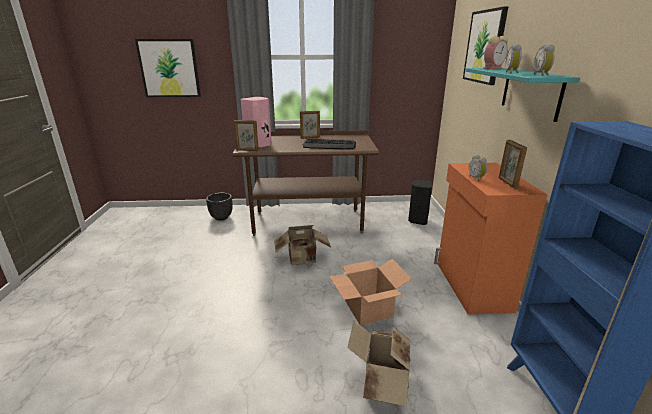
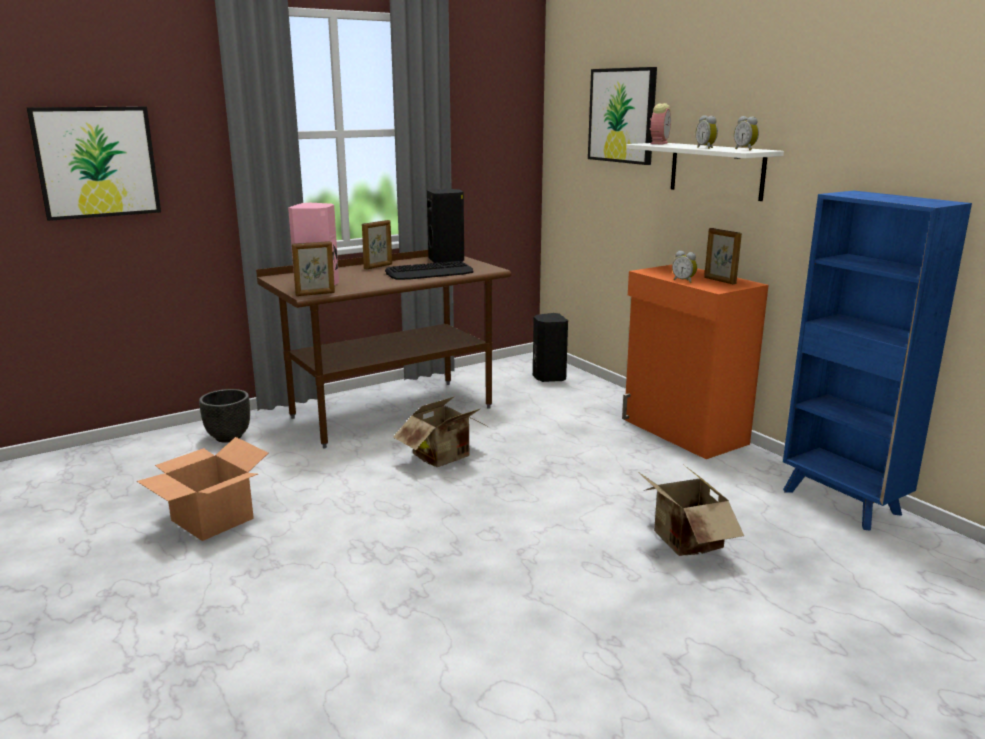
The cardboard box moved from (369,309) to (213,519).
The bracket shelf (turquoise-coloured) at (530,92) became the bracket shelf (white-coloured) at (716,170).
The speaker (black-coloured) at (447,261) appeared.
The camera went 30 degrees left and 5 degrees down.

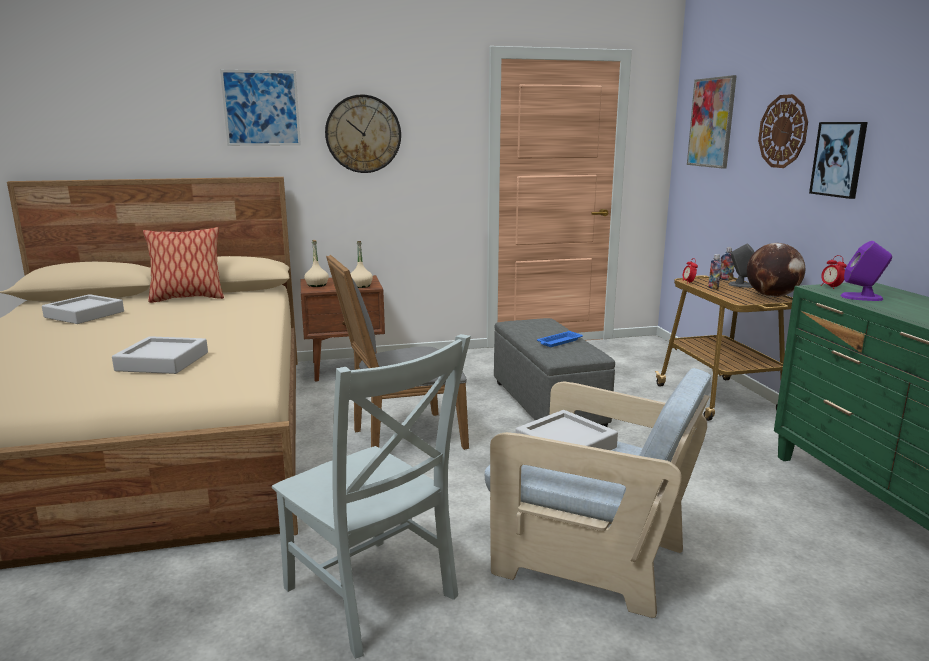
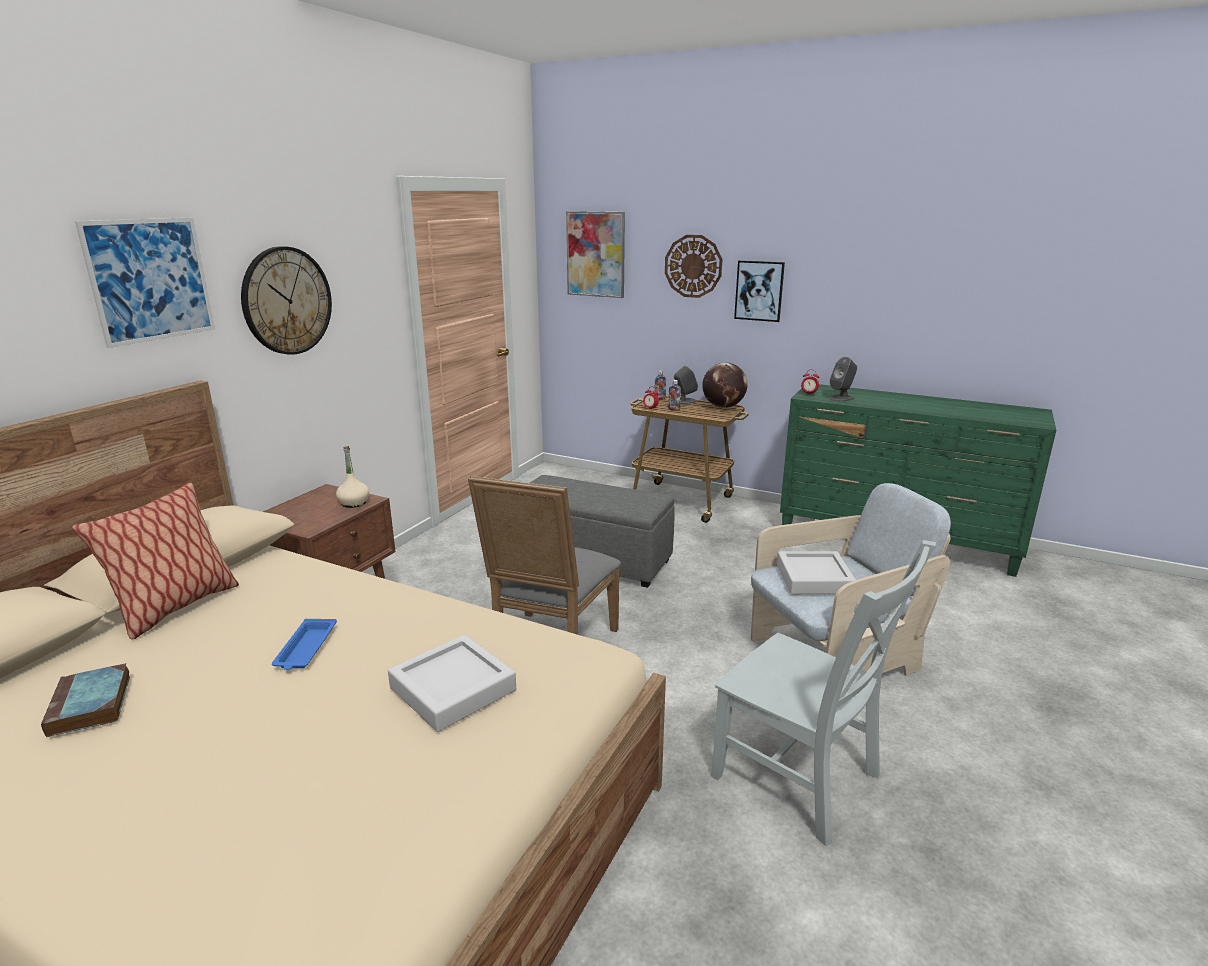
The tray (grey) at (84,314) was replaced by the bound book at (91,706).
The plain chair (grey) at (373,596) turned 45 degrees clockwise.
The bottle (beige) at (317,285) disappeared.
The tray (blue) moved from (558,342) to (306,649).
The speaker (purple-coloured) at (862,297) became the speaker (grey) at (841,398).
The camera went 50 degrees left and 5 degrees up.

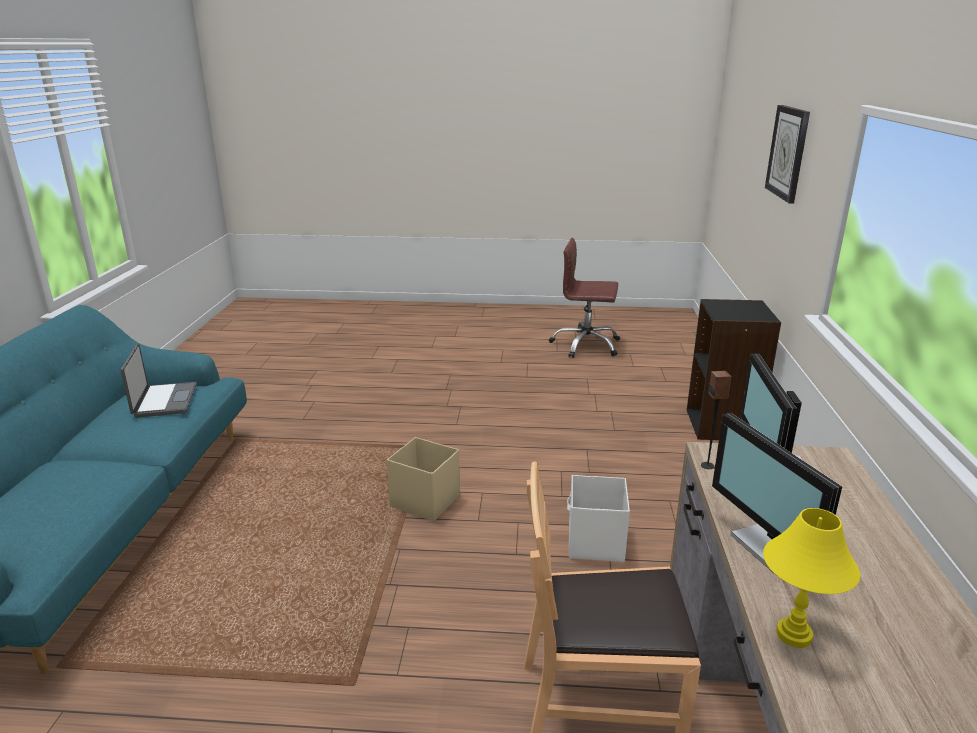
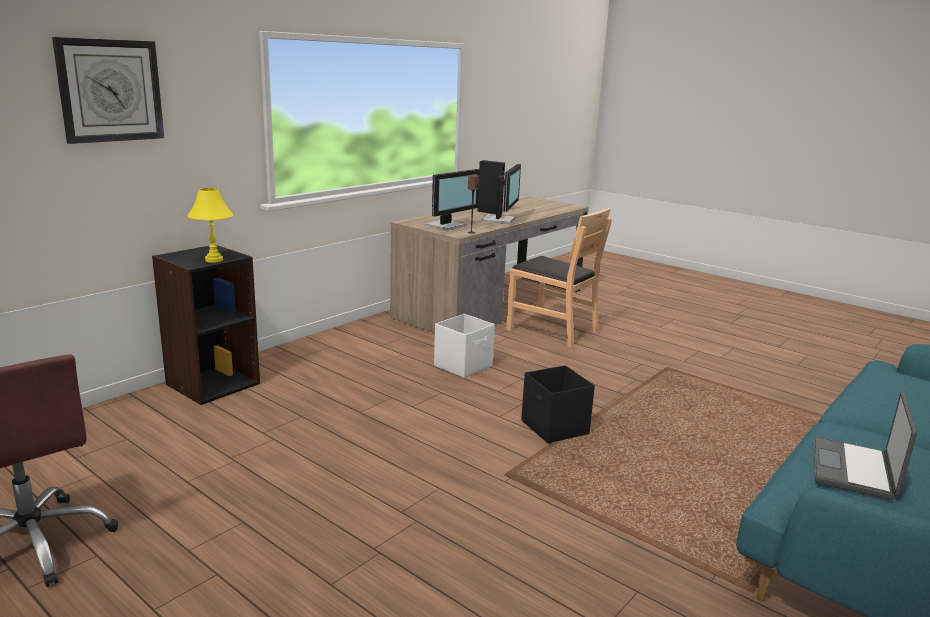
The storage container (beige) at (424,501) became the storage container (black-coloured) at (554,428).
The lamp for a table (yellow) moved from (793,635) to (214,260).
The speaker (black-coloured) at (489,212) appeared.
The camera went 145 degrees left and 5 degrees down.

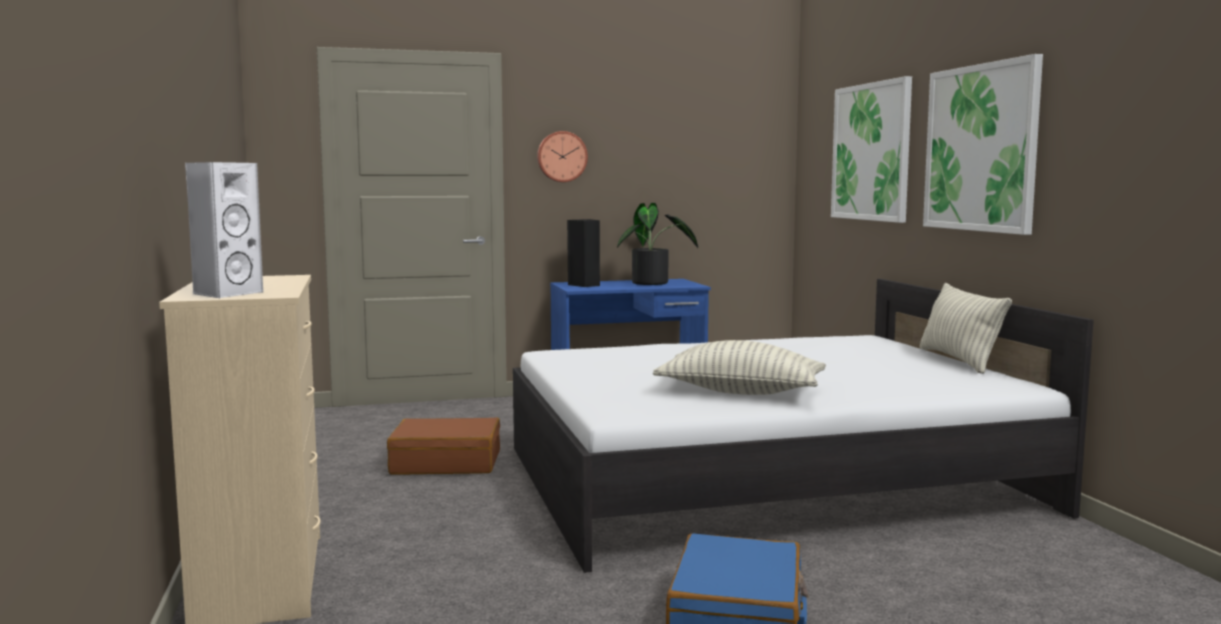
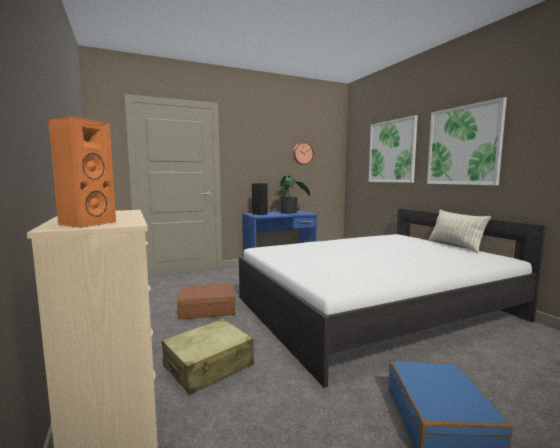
The speaker (white-coloured) at (226,293) became the speaker (orange-coloured) at (85,224).
The clock on the wall moved from (562,156) to (302,153).
The pillow at (740,392) disappeared.
The piece of luggage (beige) at (209,366) appeared.
The camera went 10 degrees left and 0 degrees up.

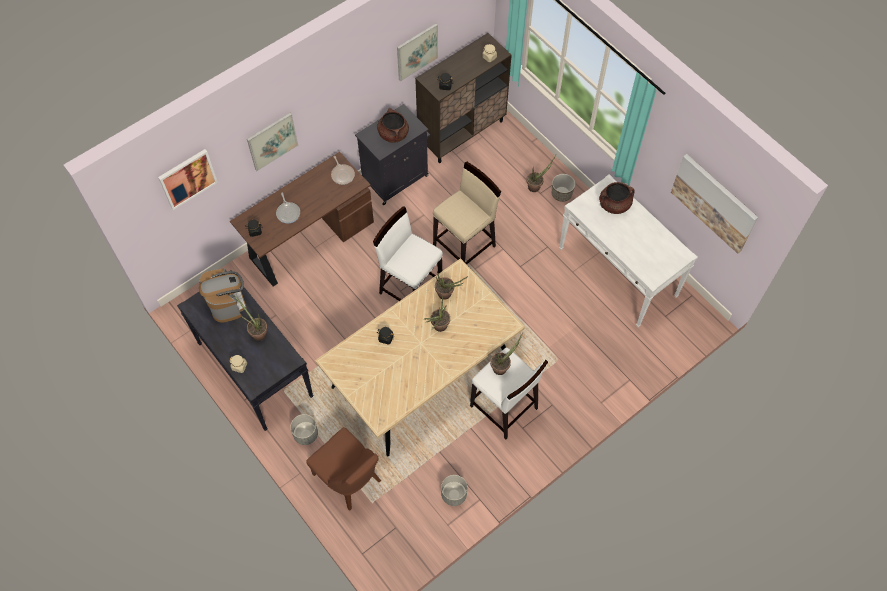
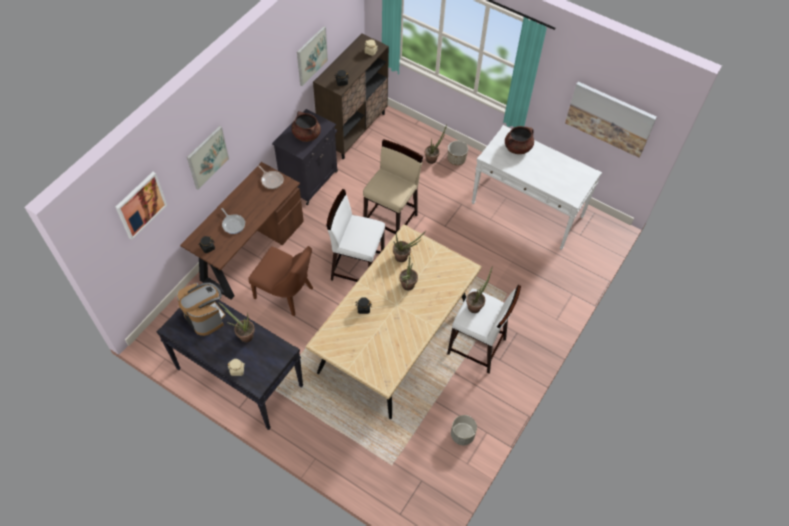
The flower pot (grey) at (306,434) disappeared.
The plain chair (brown) moved from (349,479) to (286,294).
The camera went 20 degrees left and 5 degrees down.

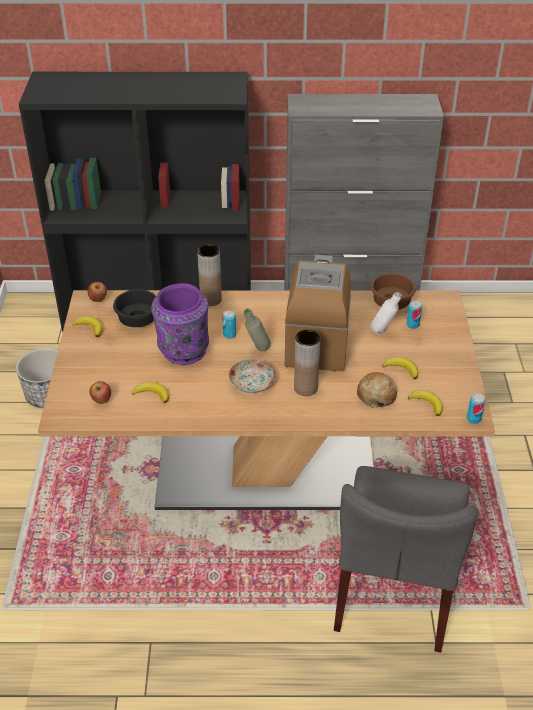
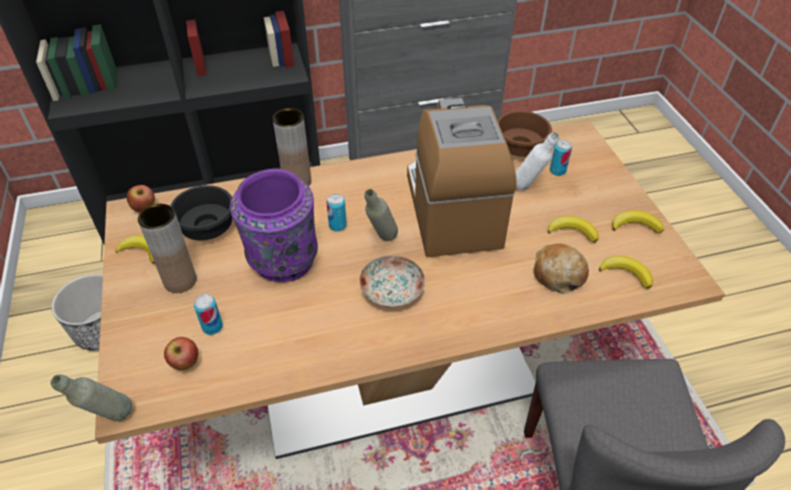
The whole banana moved from (152,394) to (635,225).
The decorative vase (brown) moved from (305,388) to (180,281).
The metal can moved from (473,419) to (212,327).
The bottle (grey) at (110,420) appeared.
The camera went 15 degrees left and 5 degrees up.

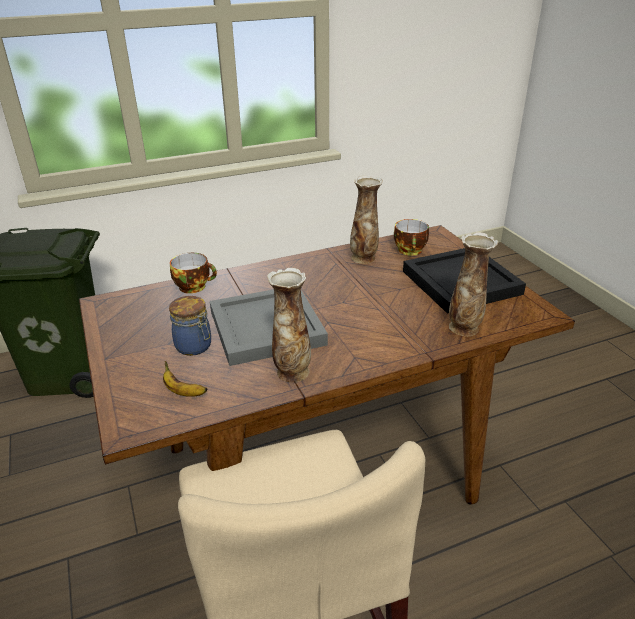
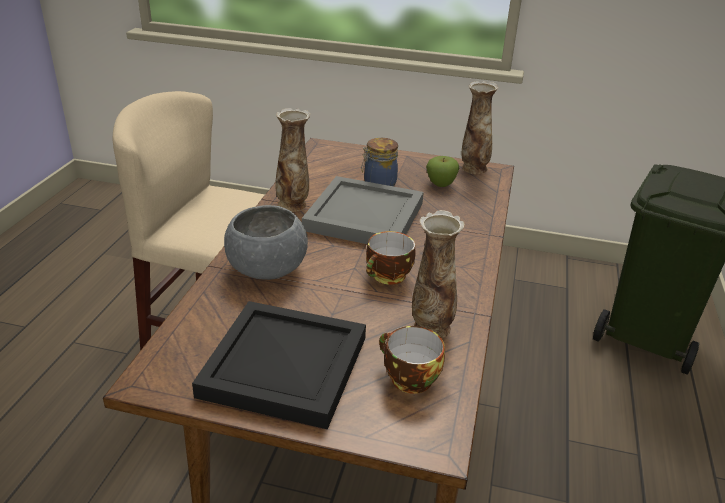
The whole banana at (183,392) disappeared.
The drinking cup moved from (194,286) to (388,277).
The decorative vase moved from (464,328) to (473,168).
The deep dish (grey) at (267,268) appeared.
The whole apple at (441,184) appeared.
The camera went 125 degrees right and 0 degrees up.

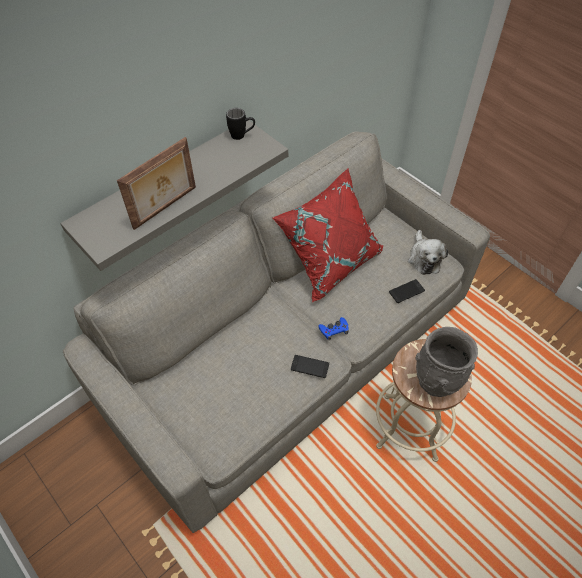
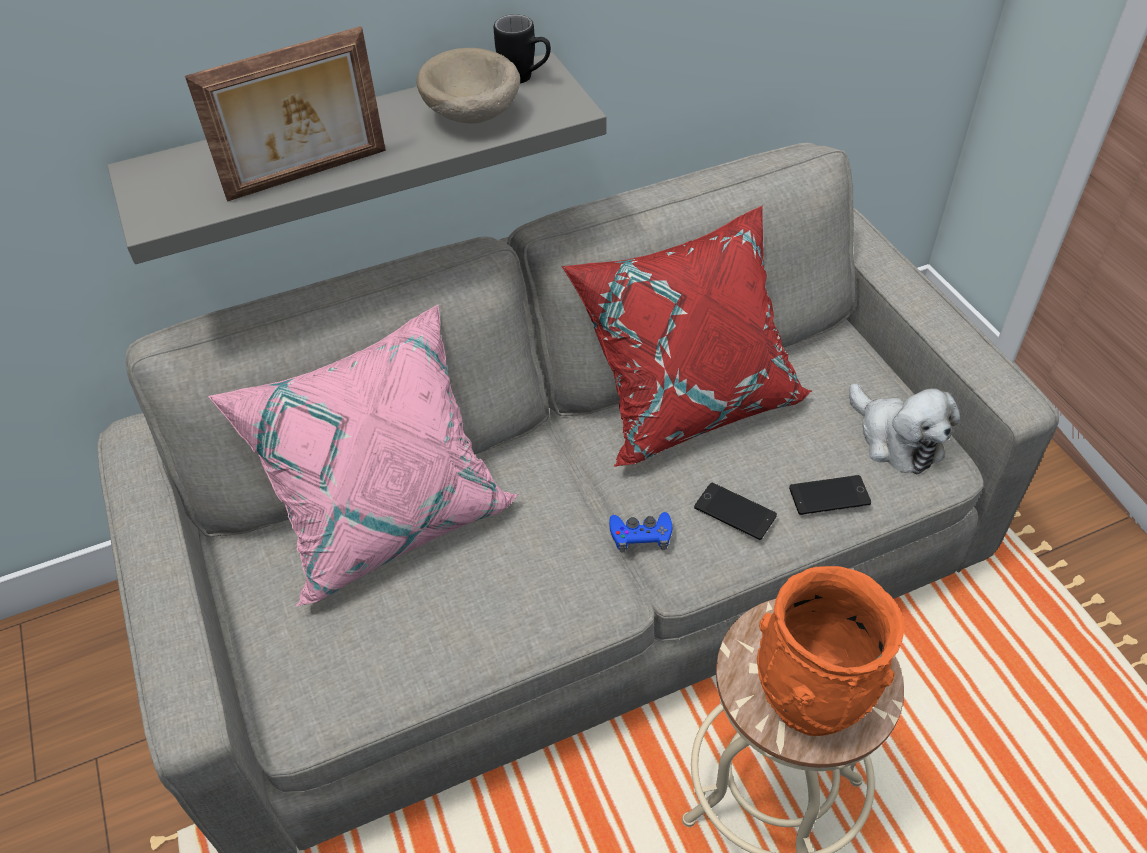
The telephone moved from (310,366) to (735,511).
The plush toy at (424,258) turned 45 degrees counterclockwise.
The decorative vase (grey) at (436,382) became the decorative vase (orange-coloured) at (810,699).
The pillow (pink) at (389,514) appeared.
The deep dish (beige) at (471,116) appeared.
The camera went 20 degrees right and 5 degrees down.

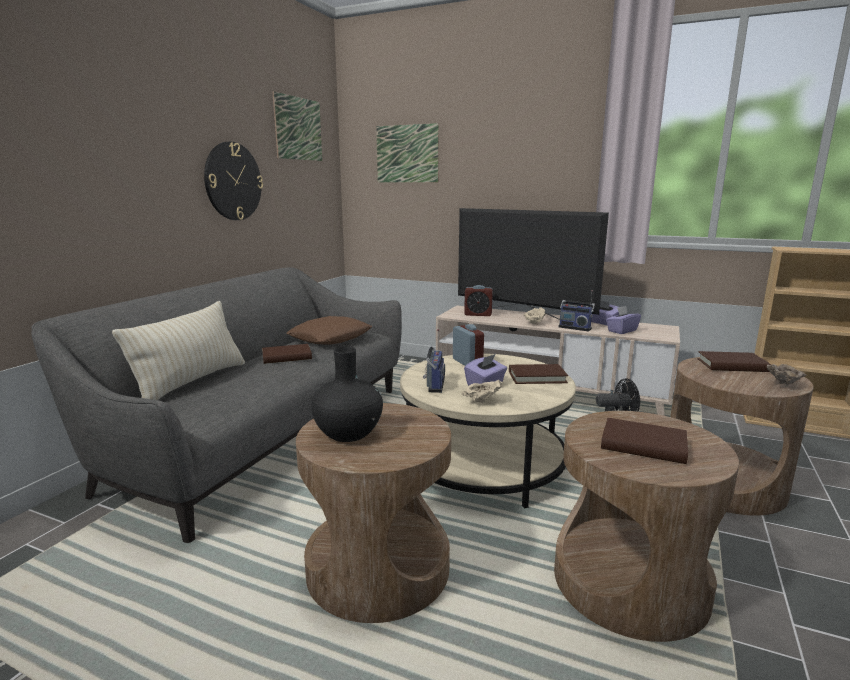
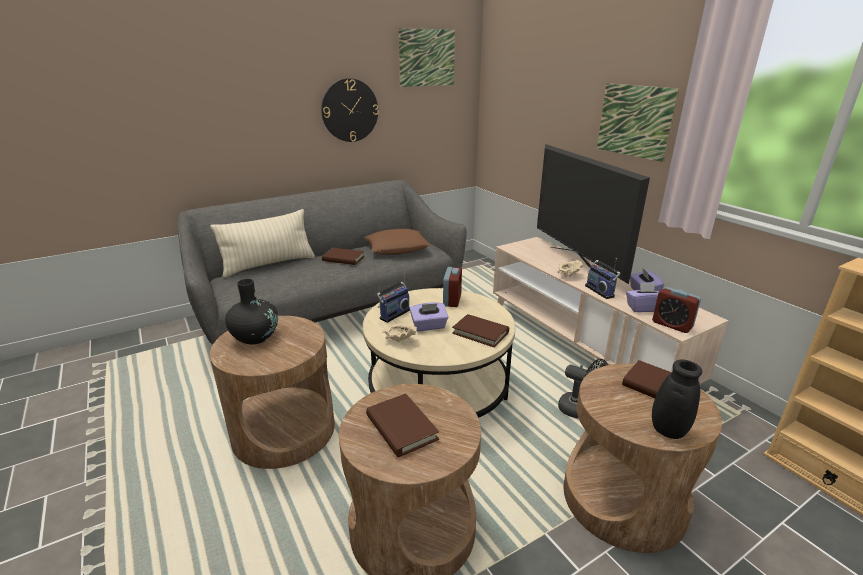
The picture moved from (407,154) to (634,121).
The alarm clock moved from (478,314) to (672,325).
The deep dish (beige) at (783,385) was replaced by the decorative vase (black-coloured) at (665,431).
The camera went 35 degrees right and 10 degrees up.

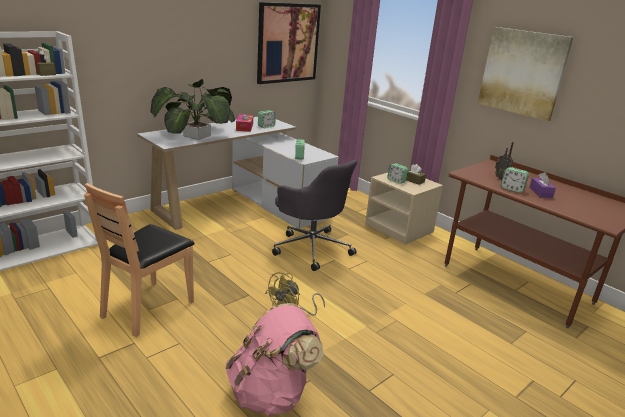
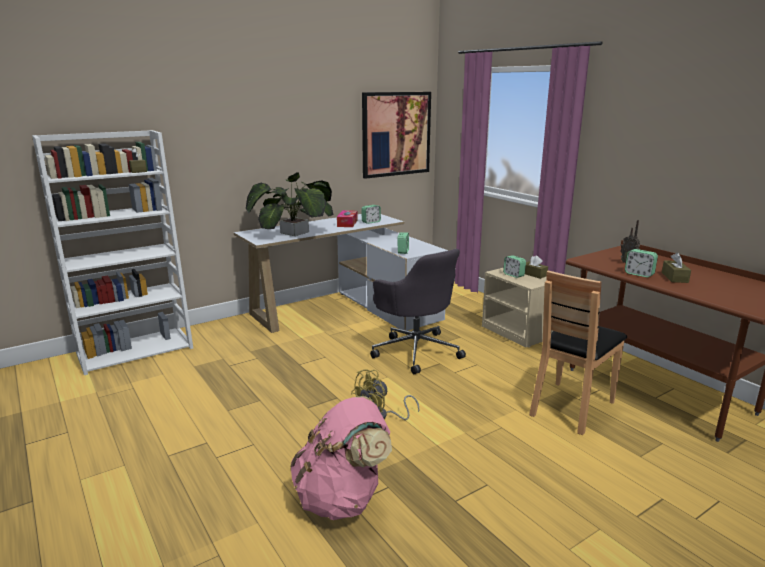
The plain chair (brown) moved from (148,308) to (571,407).
The picture at (522,72) disappeared.
The box of tissues (purple-coloured) at (540,192) became the box of tissues (brown) at (674,277).
The camera went 10 degrees right and 5 degrees down.

